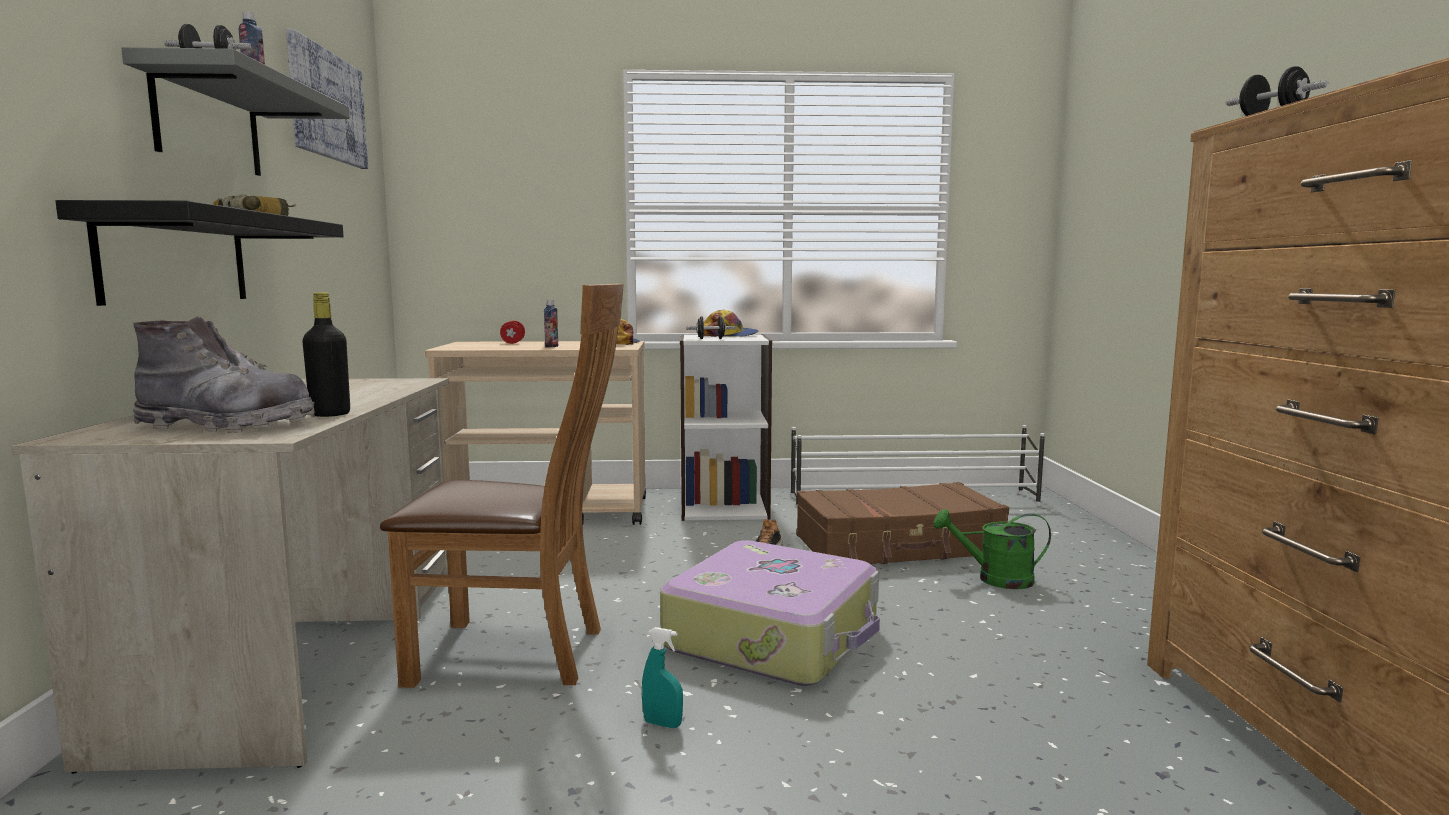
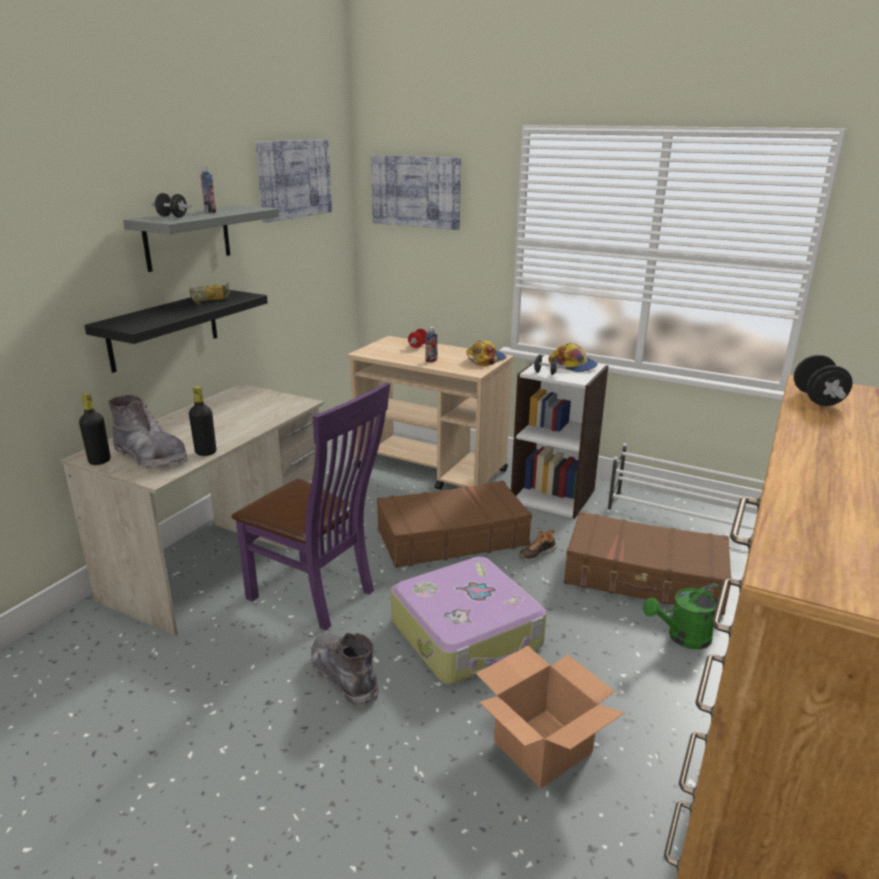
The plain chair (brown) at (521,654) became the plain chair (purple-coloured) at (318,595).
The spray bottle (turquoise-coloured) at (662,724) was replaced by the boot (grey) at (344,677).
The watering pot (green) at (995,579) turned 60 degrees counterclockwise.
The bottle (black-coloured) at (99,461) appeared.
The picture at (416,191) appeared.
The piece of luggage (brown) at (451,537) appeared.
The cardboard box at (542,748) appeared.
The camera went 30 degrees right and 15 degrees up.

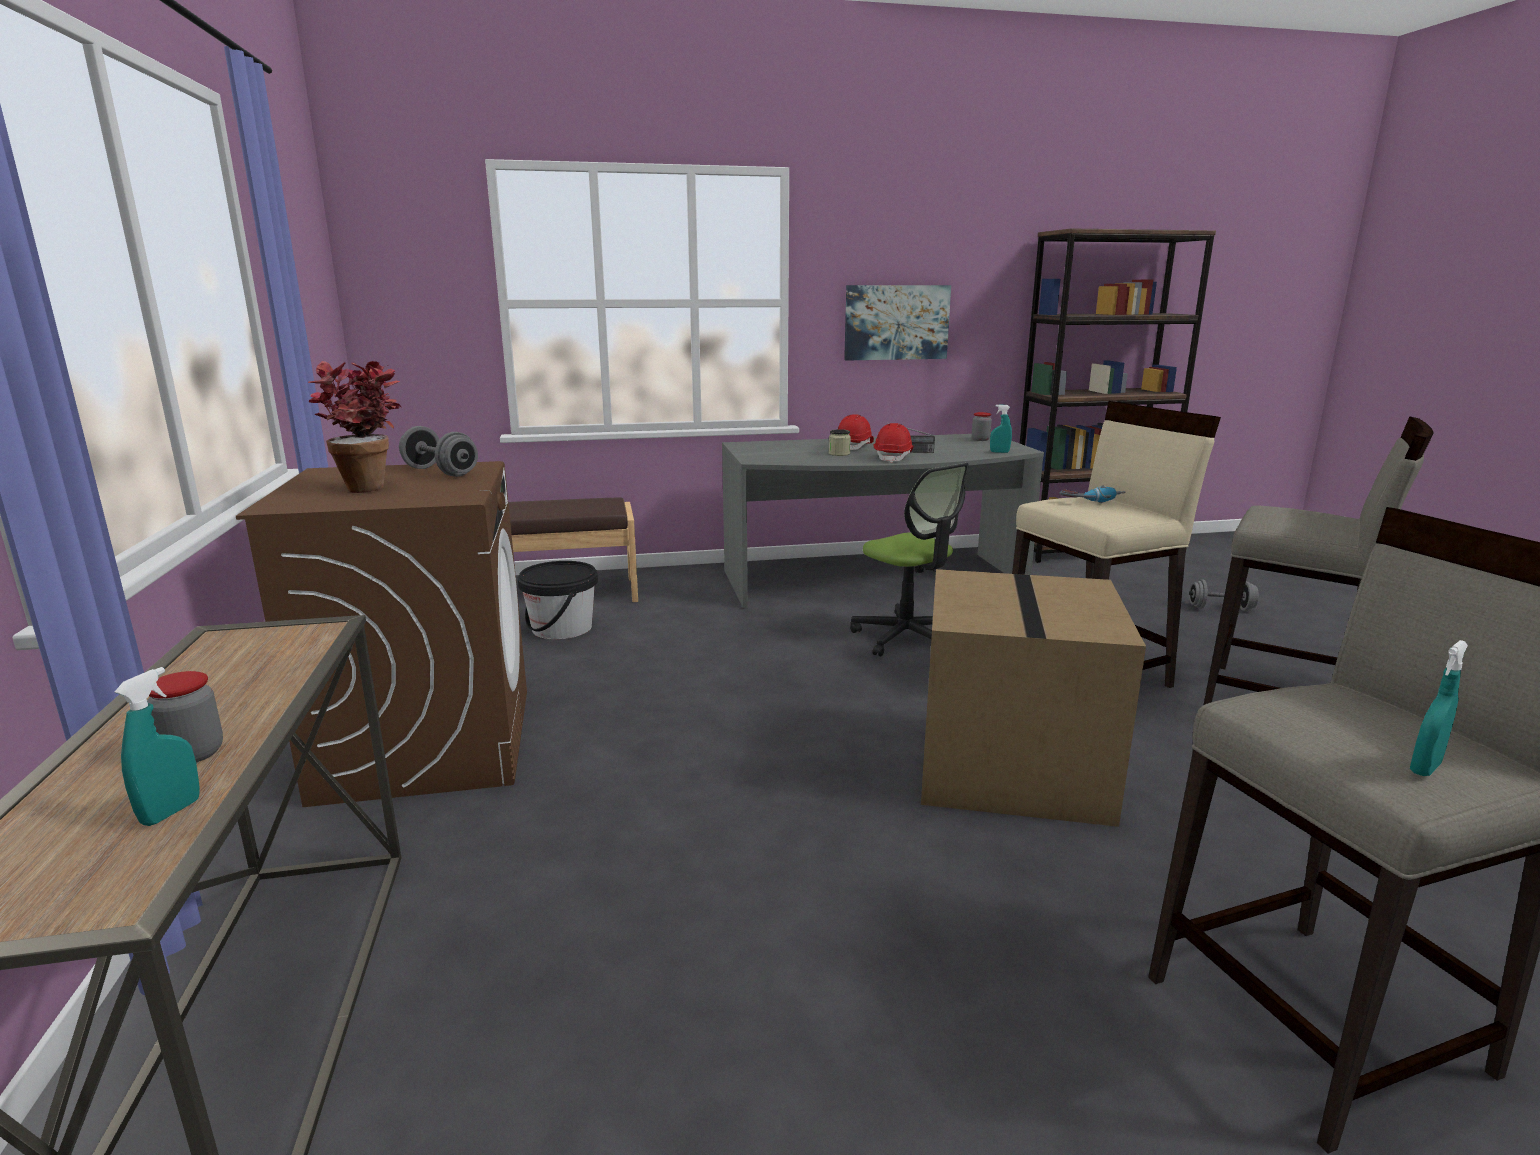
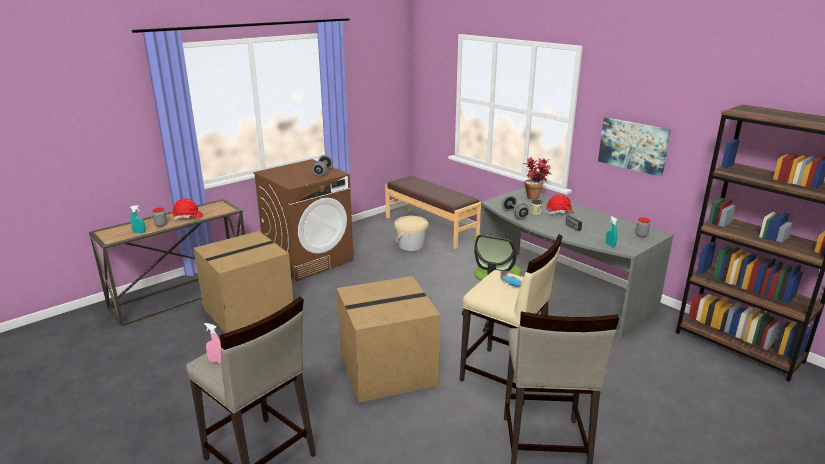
The houseplant moved from (371,486) to (535,197).
The water bucket (black-coloured) at (562,628) became the water bucket (beige) at (411,245).
The safety helmet (red) moved from (893,458) to (188,217).
The dumbbell (grey) moved from (1220,608) to (514,214).
The spray bottle (turquoise-coloured) at (1425,768) became the spray bottle (pink) at (216,361).
The cardboard box at (249,310) appeared.
The camera went 60 degrees right and 5 degrees up.

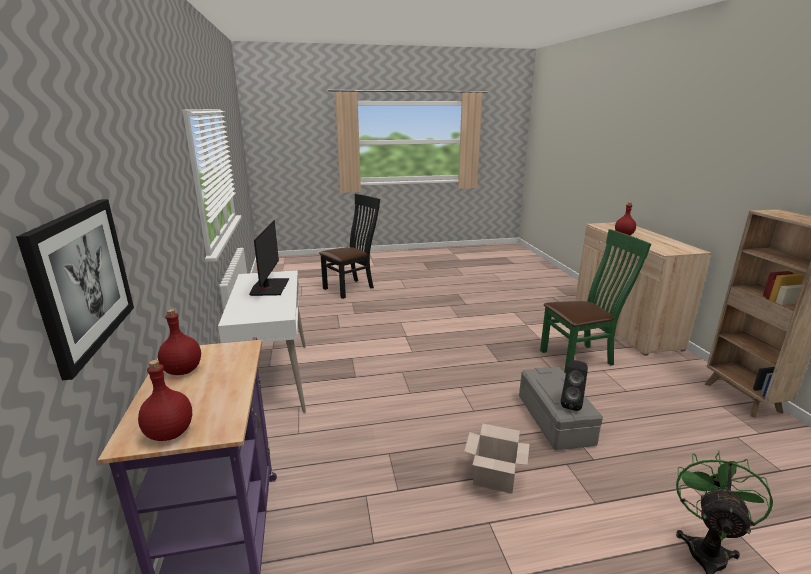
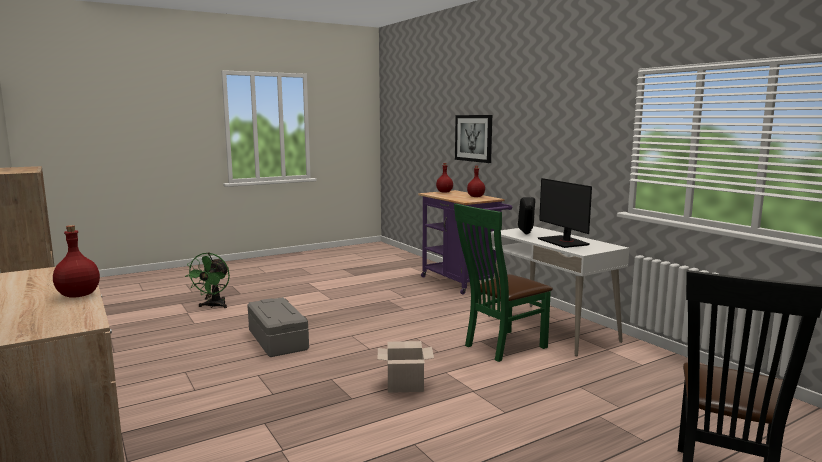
The cardboard box moved from (493,478) to (406,385).
The plain chair (green) moved from (580,358) to (501,347).
The speaker (black-coloured) moved from (571,403) to (526,234).
The camera went 160 degrees right and 10 degrees down.

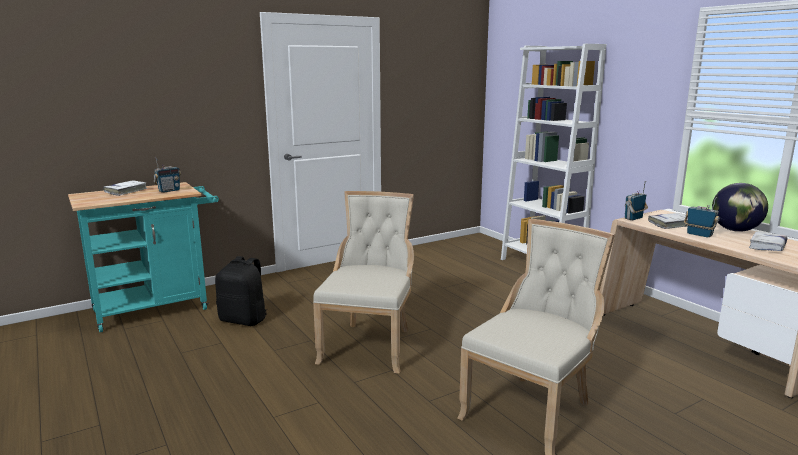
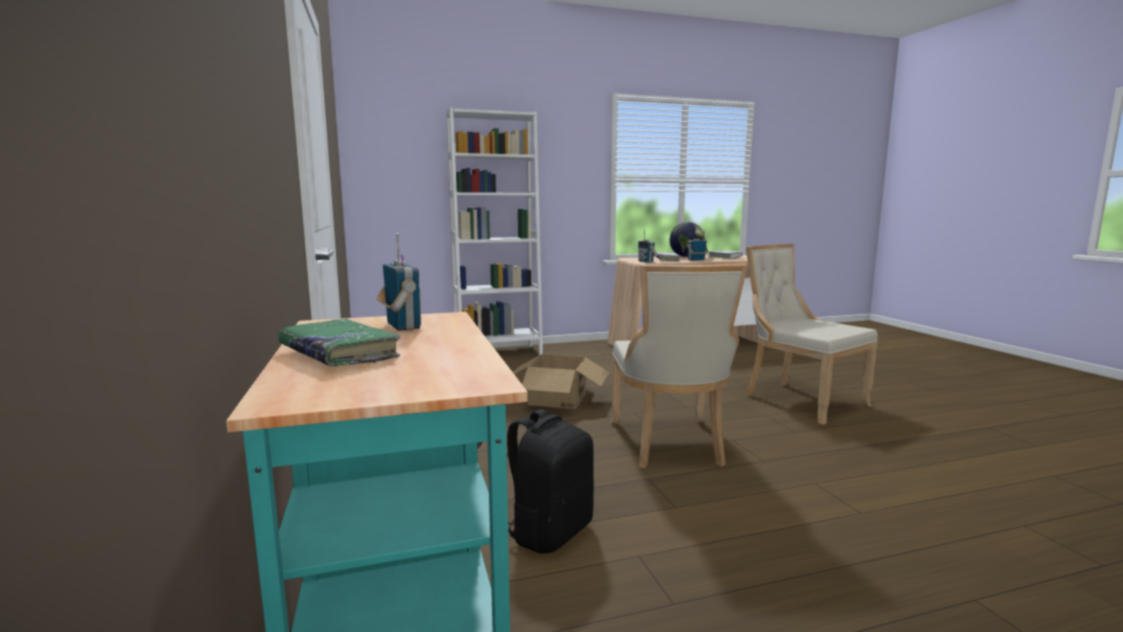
The bound book (white-coloured) at (126,191) became the bound book (green) at (339,354).
The plain chair (beige) at (369,345) turned 120 degrees counterclockwise.
The cardboard box at (557,398) appeared.
The camera went 75 degrees left and 5 degrees down.

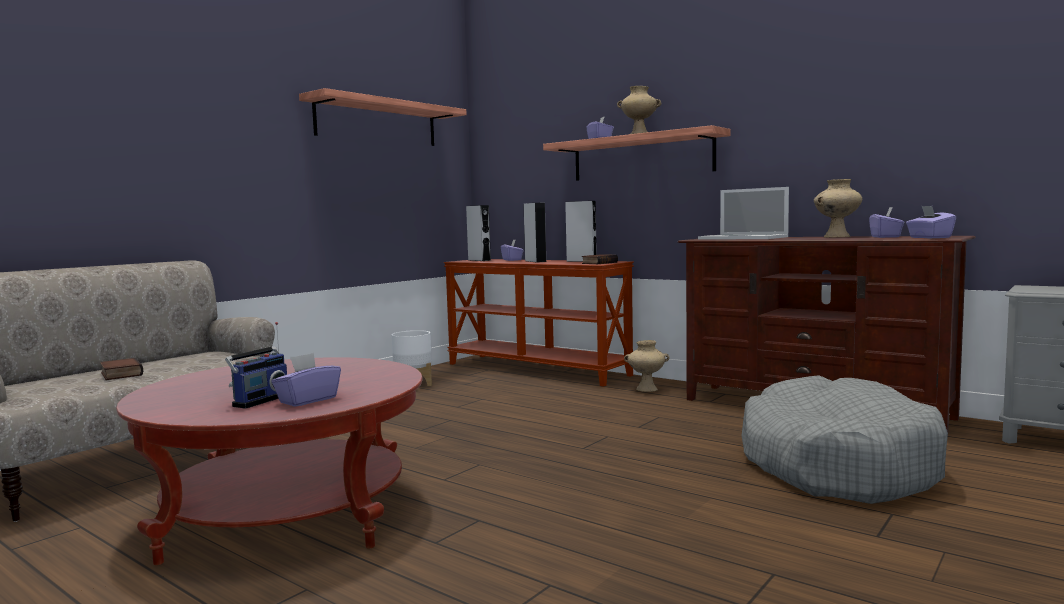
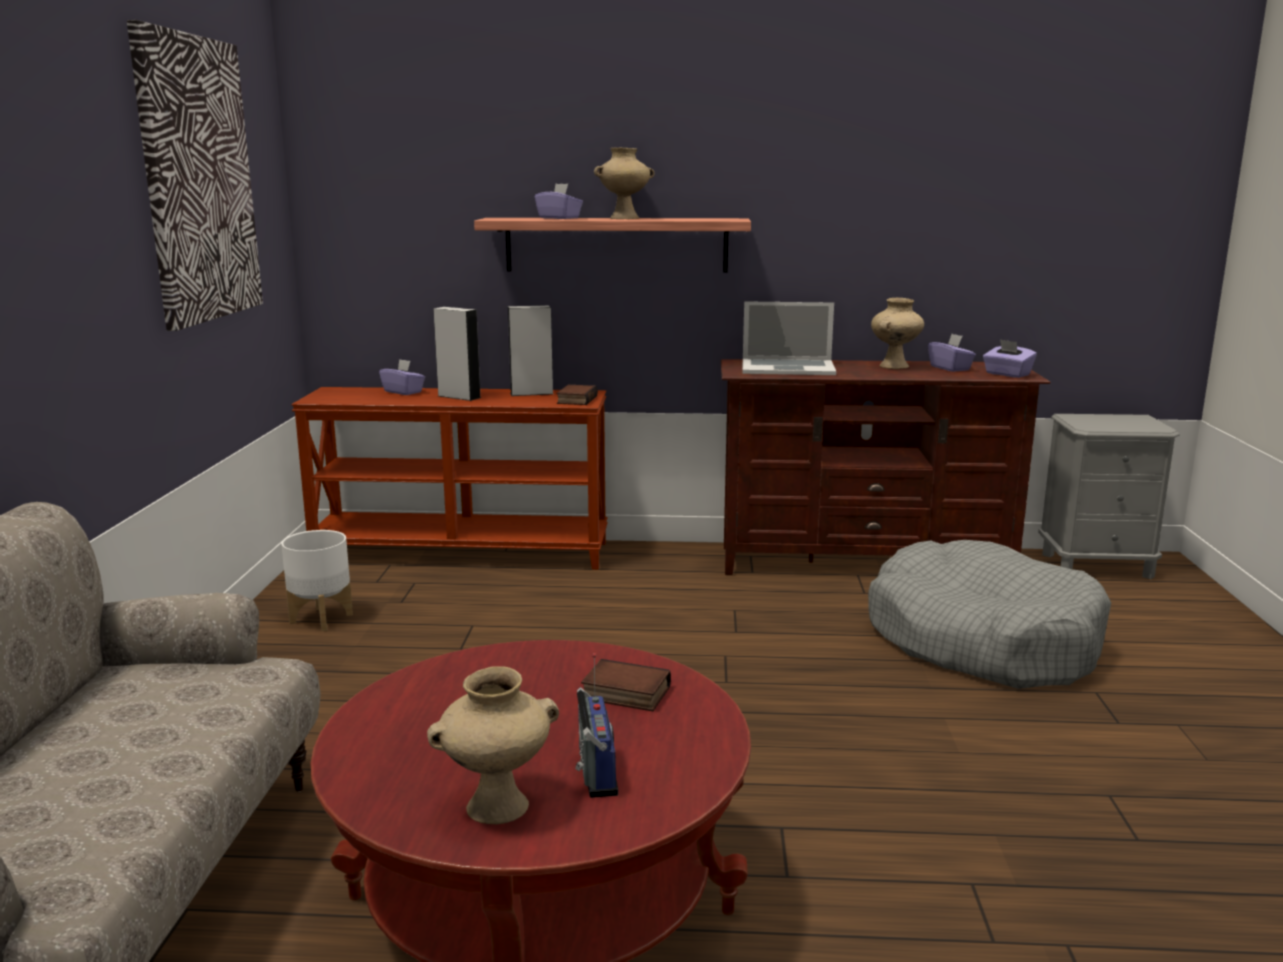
The bound book moved from (120,374) to (624,694).
The box of tissues (purple-coloured) at (307,400) disappeared.
The bracket shelf at (377,122) was replaced by the picture at (198,180).
The speaker (grey) at (479,260) disappeared.
The decorative vase (beige) moved from (646,389) to (496,808).
The camera went 35 degrees left and 10 degrees up.

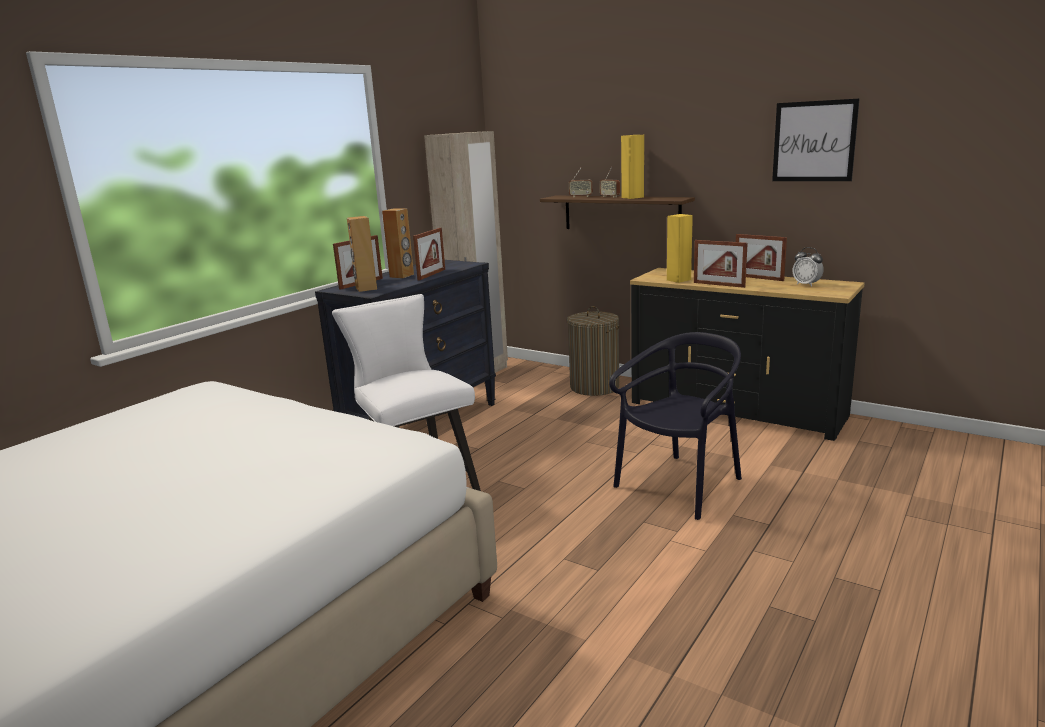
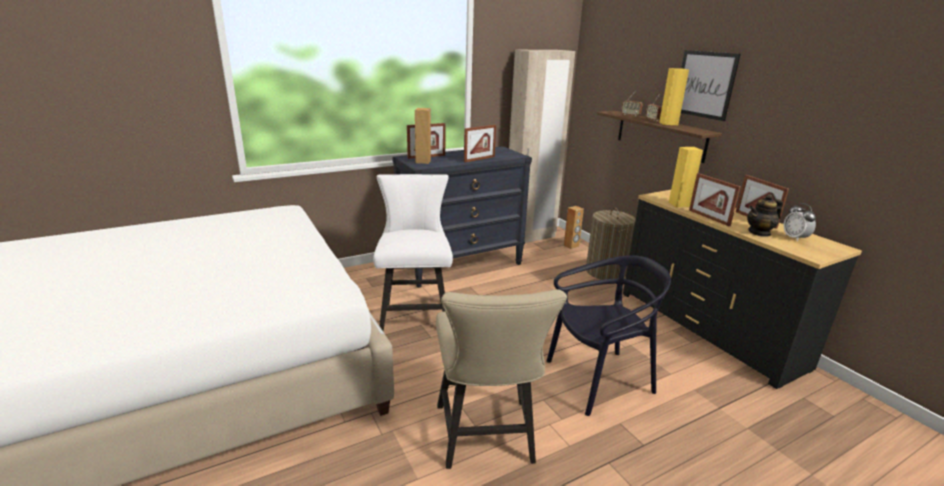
The speaker (brown) moved from (402,276) to (571,246).
The picture moved from (814,141) to (705,84).
The plain chair (beige) at (486,439) appeared.
The teapot at (759,232) appeared.
The camera went 25 degrees right and 5 degrees up.

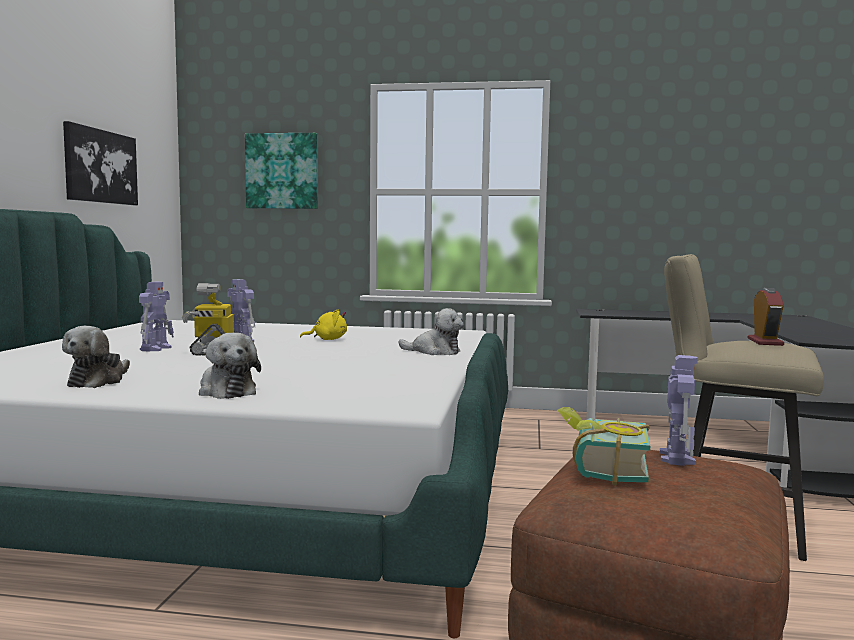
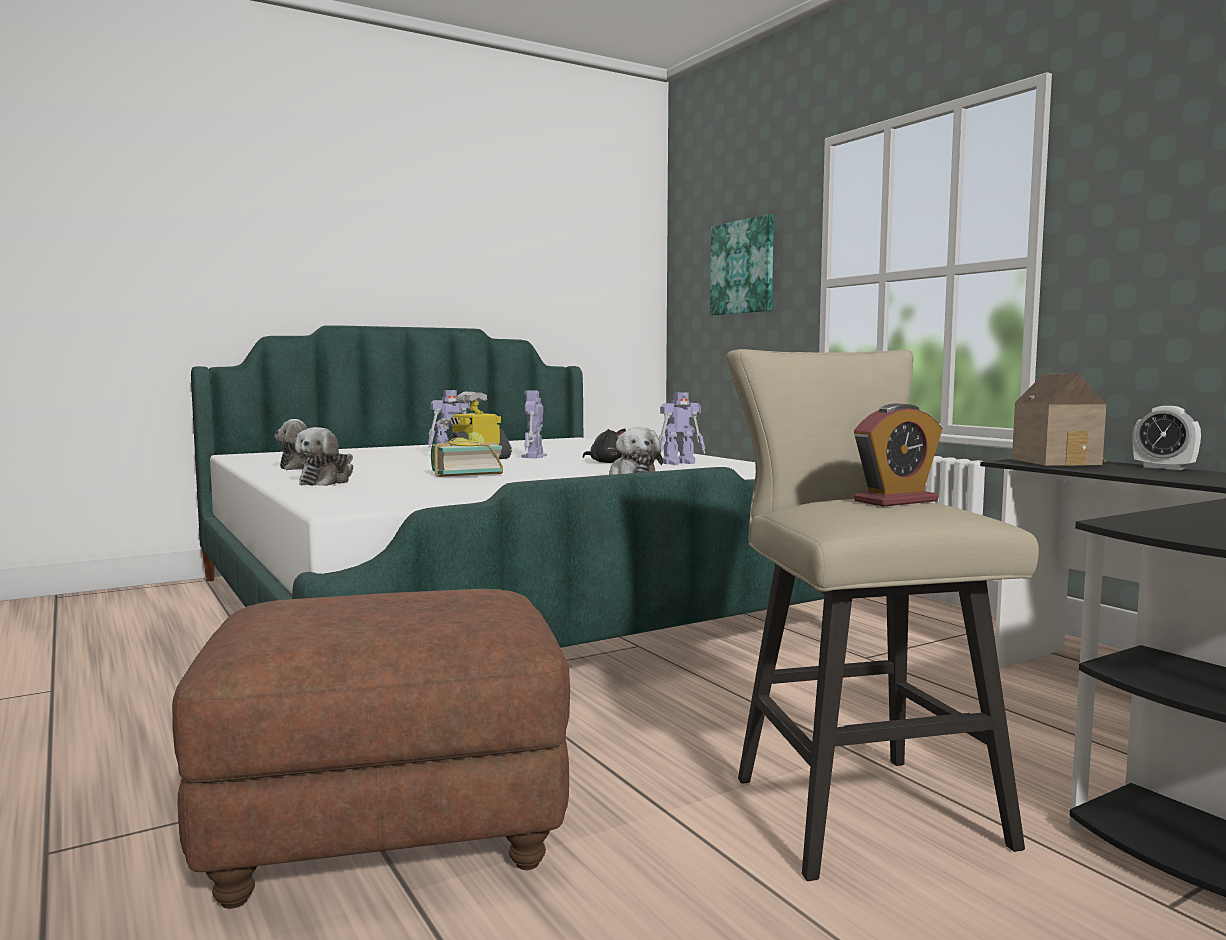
The picture at (100,166) disappeared.
The plush toy (yellow) at (327,339) became the plush toy (black-coloured) at (607,462).
The bound book moved from (600,470) to (464,474).
The robot figure moved from (677,457) to (680,463).
The toy house at (1059,462) appeared.
The alarm clock at (1164,468) appeared.
The camera went 50 degrees right and 0 degrees up.

